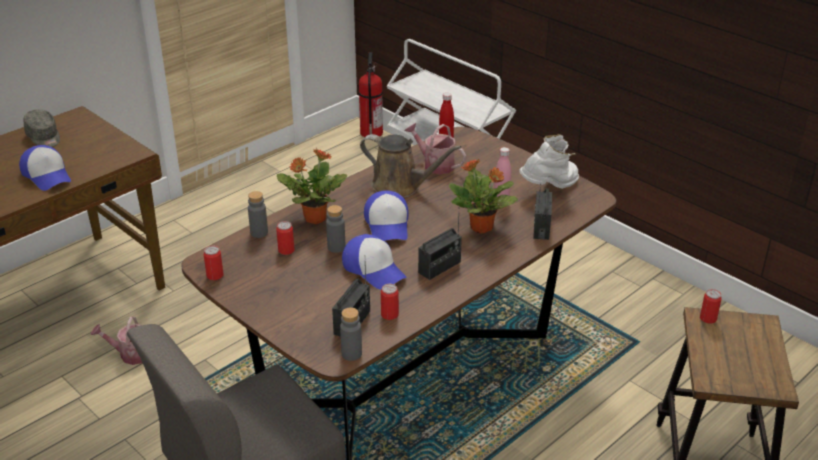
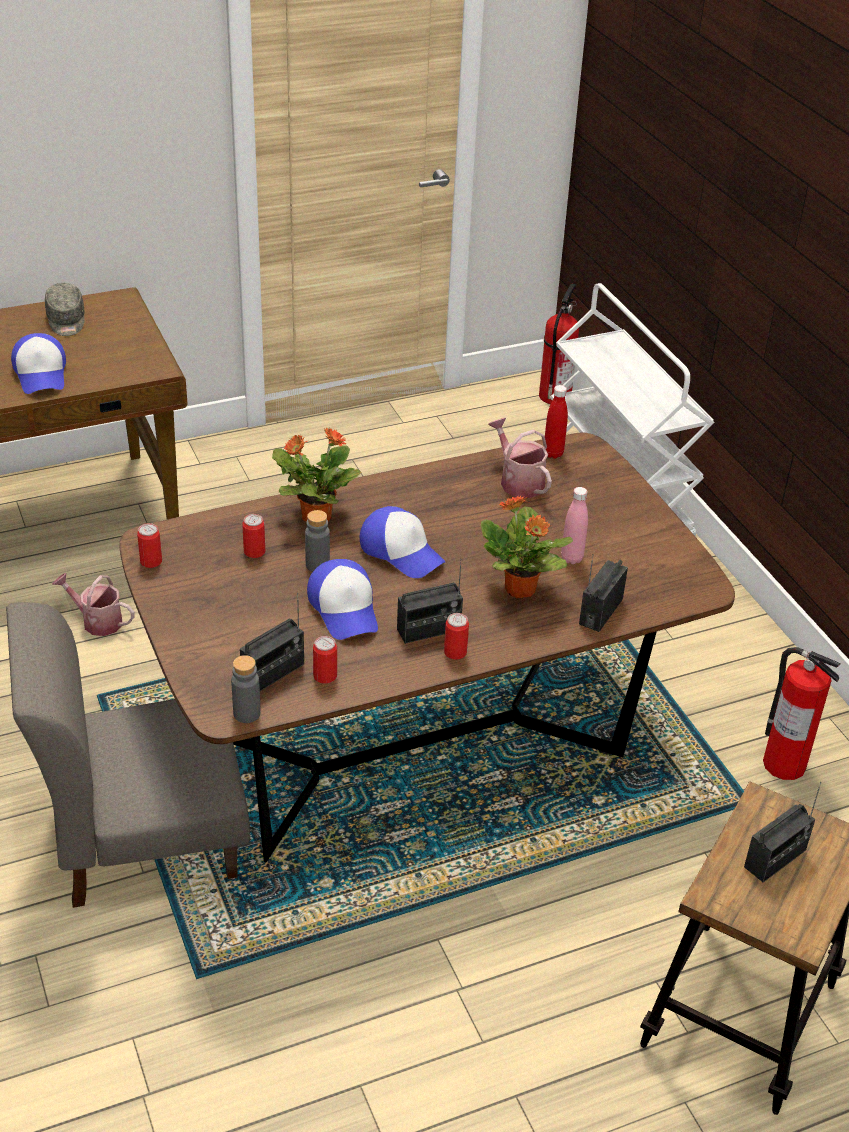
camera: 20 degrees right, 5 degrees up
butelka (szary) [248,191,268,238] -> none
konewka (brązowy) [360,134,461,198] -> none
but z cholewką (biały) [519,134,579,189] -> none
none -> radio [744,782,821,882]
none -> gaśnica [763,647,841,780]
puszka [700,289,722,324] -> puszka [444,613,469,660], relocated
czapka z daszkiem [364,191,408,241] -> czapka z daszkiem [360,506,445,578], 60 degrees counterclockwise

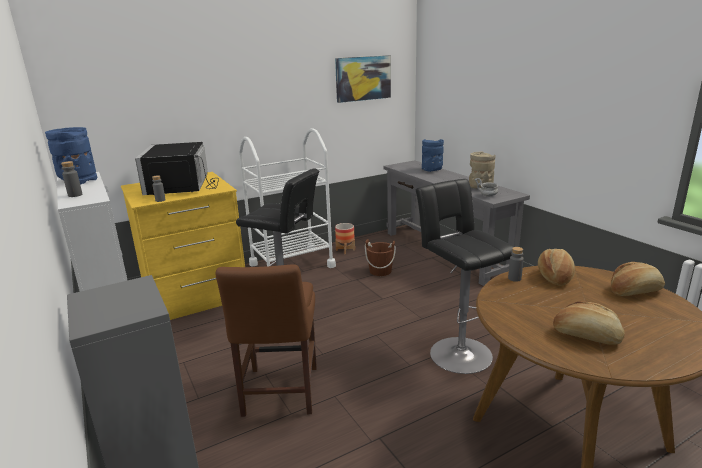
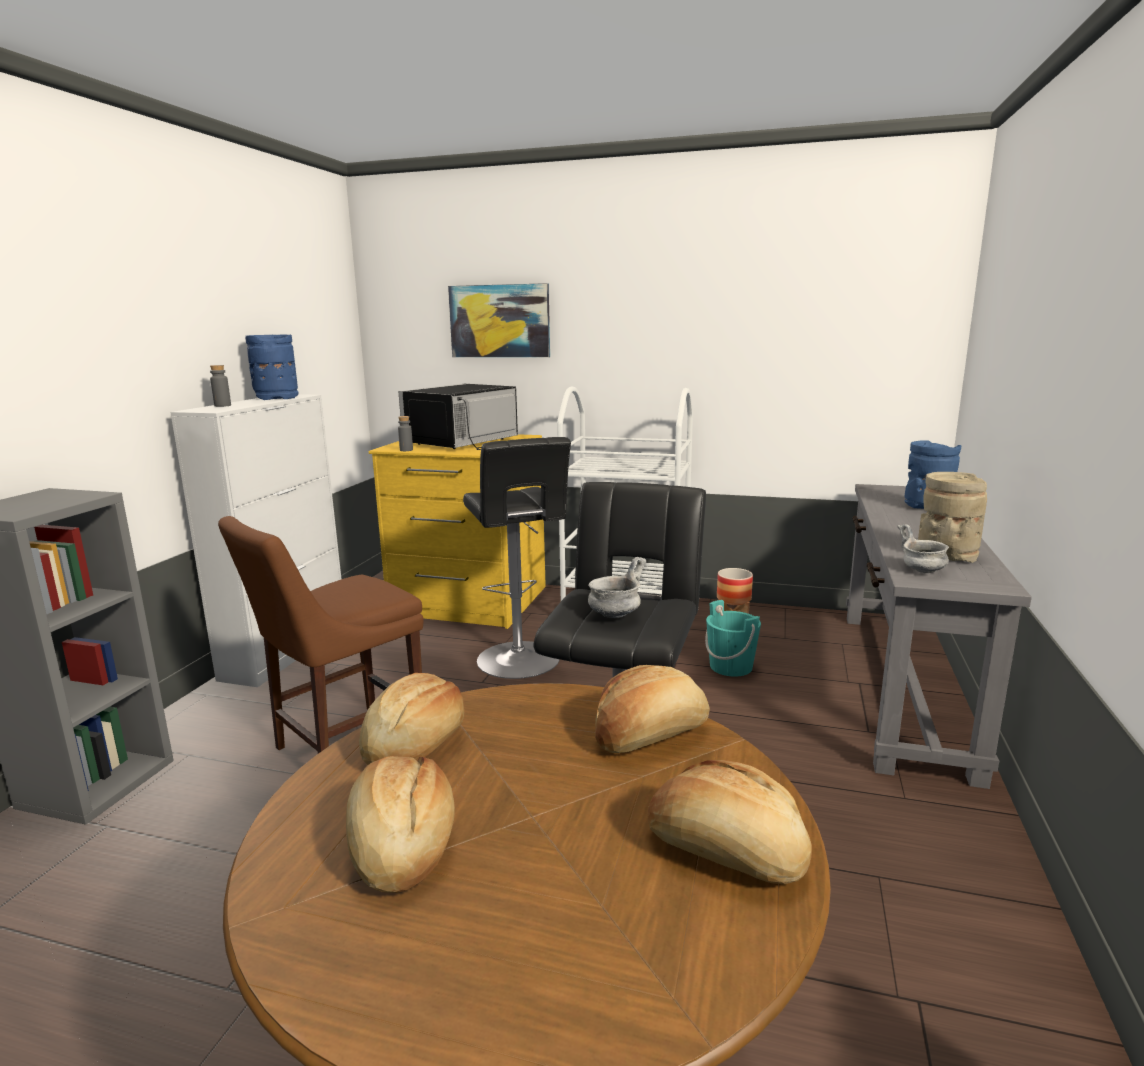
camera: 45 degrees right, 5 degrees down
butelka (szary) [508,247,524,282] -> none
none -> chleb [359,673,464,765]
none -> miska (szary) [588,557,646,618]
obraz [335,55,391,103] -> obraz [448,283,550,357], relocated
wiadro (brązowy) [365,239,396,276] -> wiadro (turkusowy) [705,600,761,677]

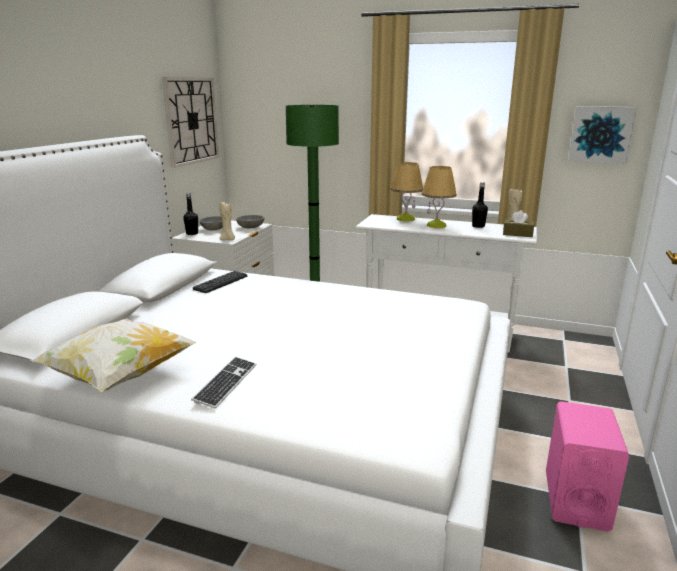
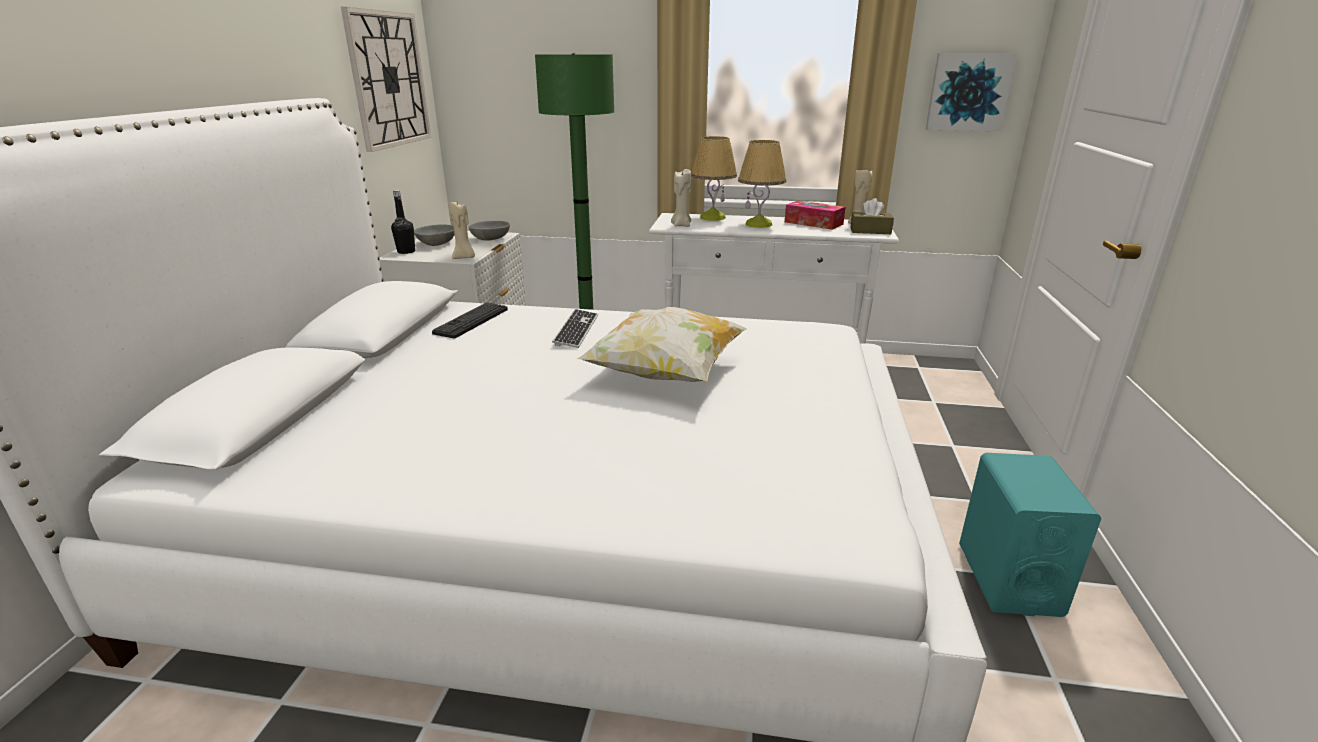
camera: 10 degrees left, 5 degrees up
none -> świeca (beżowy) [671,169,691,227]
poduszka [31,319,197,392] -> poduszka [577,307,747,382], relocated
klawiatura [191,357,256,408] -> klawiatura [552,309,598,348], relocated
butelka (czarny) [472,182,488,228] -> pudełko chusteczek [785,200,845,230]
głośnik (różowy) [546,401,629,532] -> głośnik (turkusowy) [959,453,1101,617]

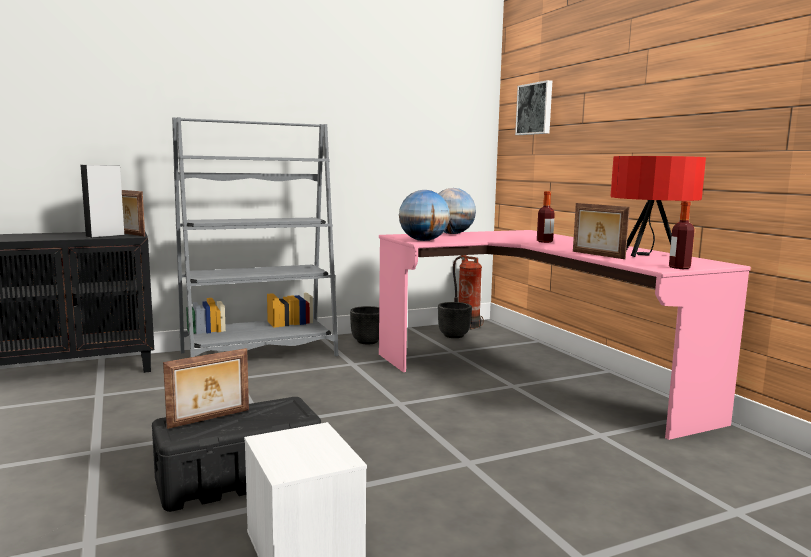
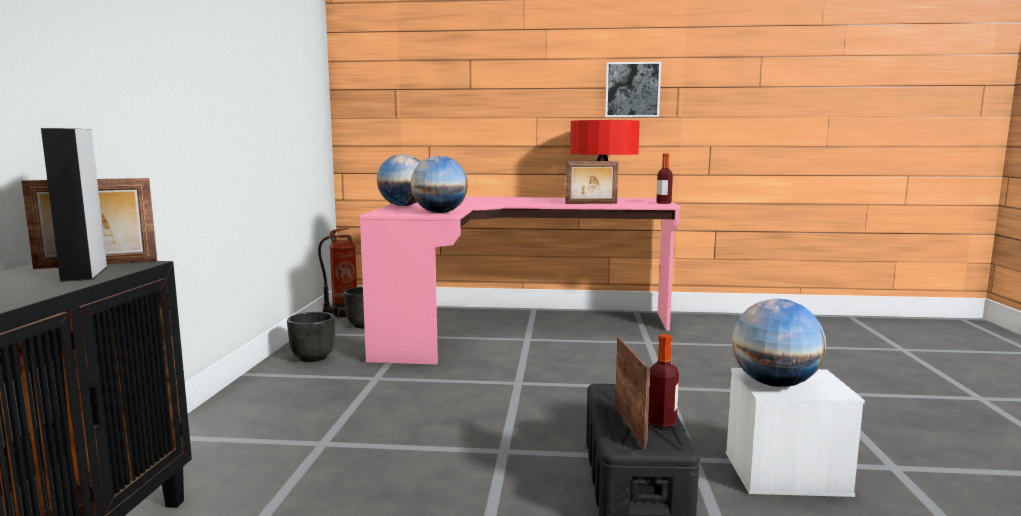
camera: 60 degrees left, 0 degrees up
regał (szary) [172,117,338,357] -> none
none -> globus [732,299,826,387]
obraz [515,80,552,135] -> obraz [605,62,661,117], relocated
butelka [537,191,555,243] -> butelka [648,334,679,428], relocated

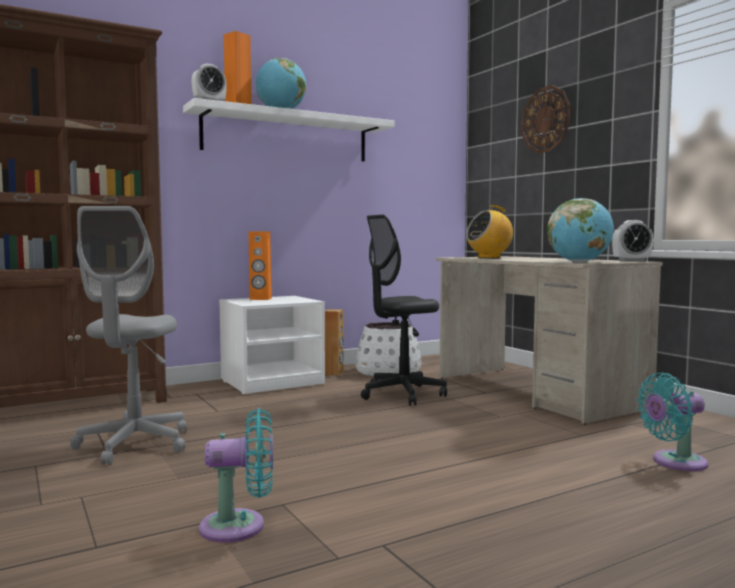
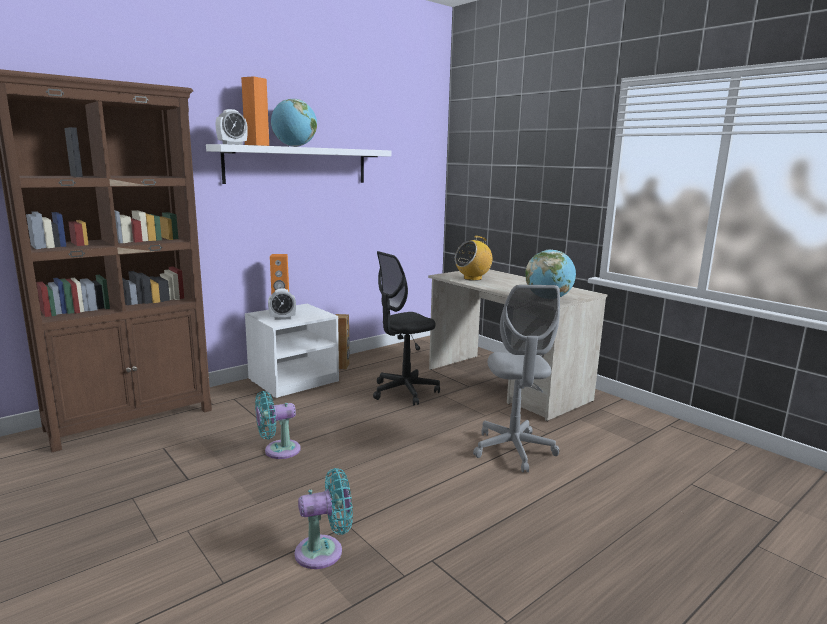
camera: 10 degrees left, 10 degrees up
donica (biały) [355,322,421,376] -> none
zegar ścienny [521,85,570,153] -> none
krzesło biurowe (szary) [70,206,187,465] -> krzesło biurowe (szary) [473,285,560,472], relocated
budzik [612,220,653,262] -> budzik [268,289,296,320], relocated
wentylator (turkusowy) [637,373,708,471] -> wentylator (turkusowy) [255,391,301,459], relocated

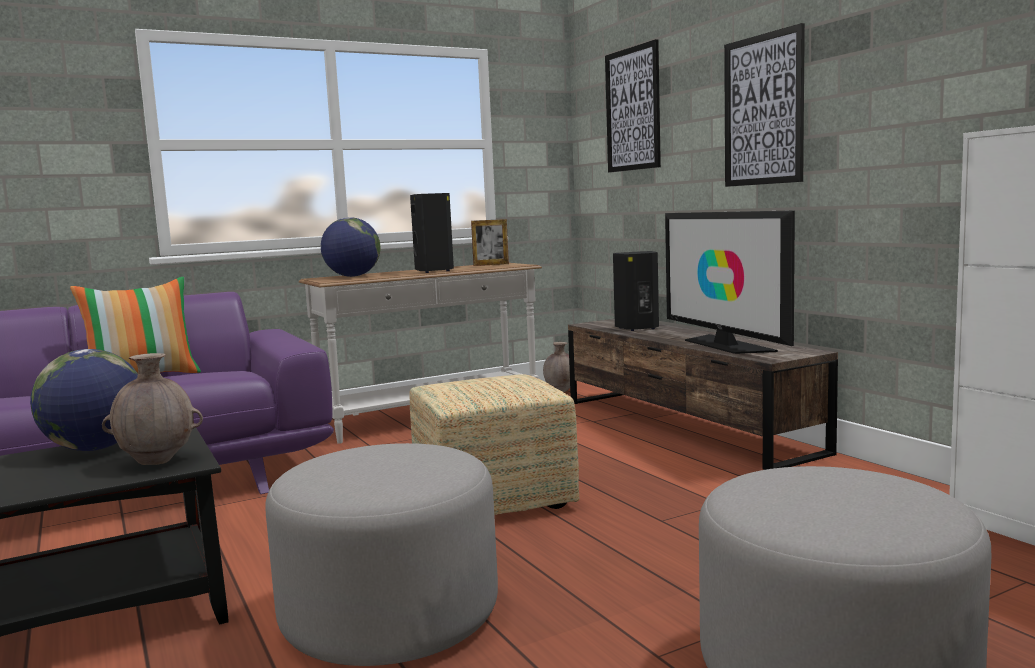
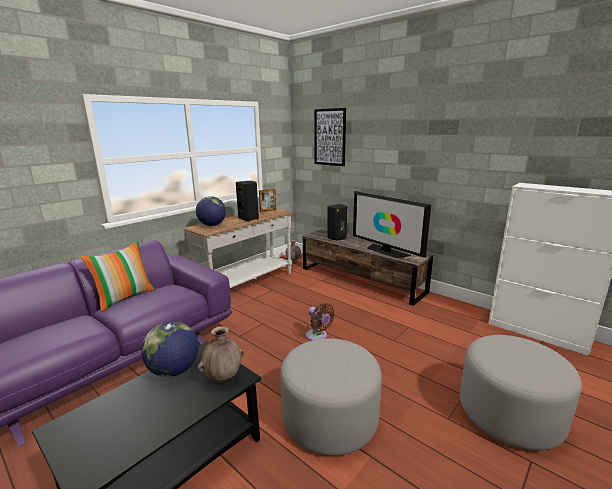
camera: 20 degrees left, 10 degrees up
obraz [724,23,805,187] -> none
pufa [410,374,579,515] -> wentylator (brązowy) [306,303,335,341]

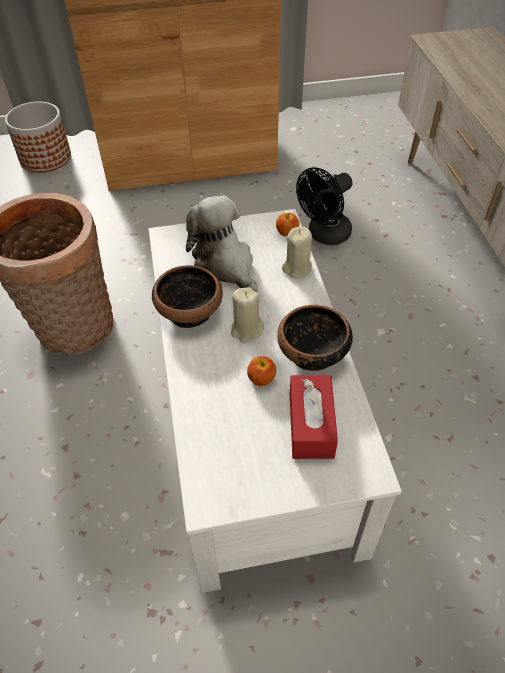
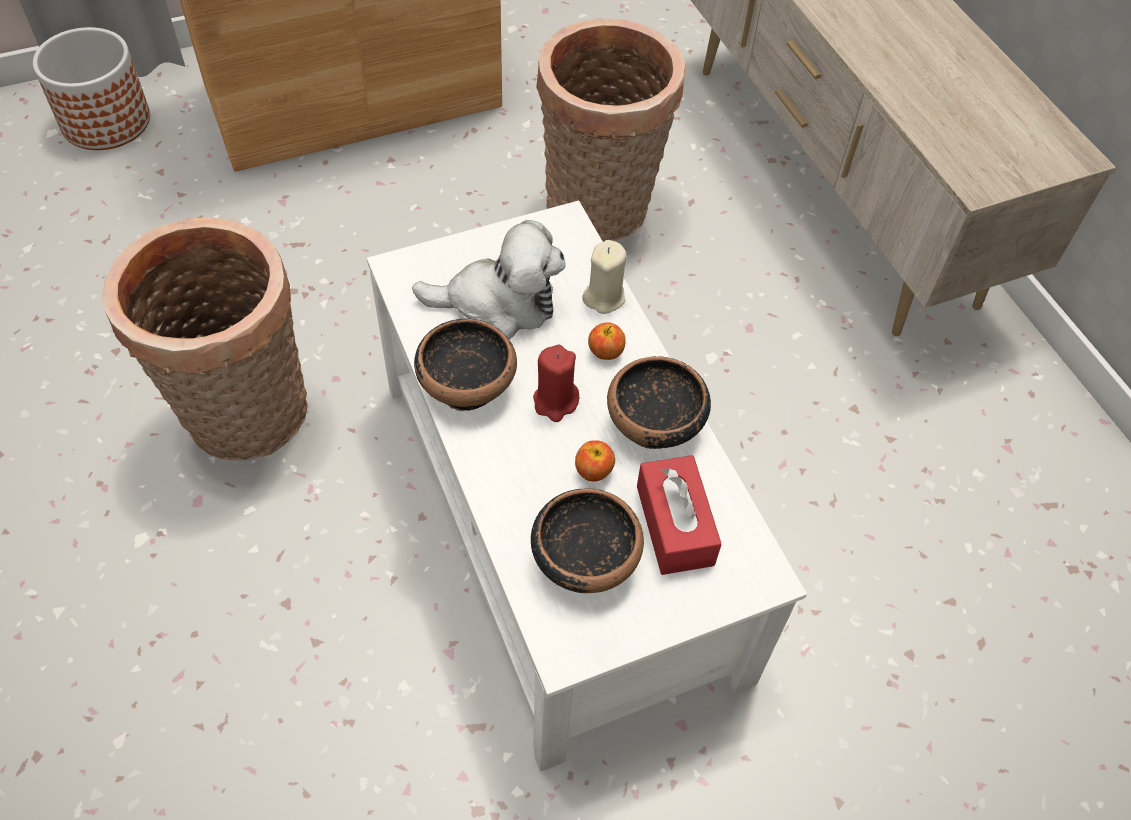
camera: 15 degrees left, 5 degrees up
none -> miska [531,488,644,593]
jabłko [276,213,299,237] -> jabłko [588,322,626,360], relocated
wentylator (czarny) [296,167,353,245] -> koszyk [536,18,685,242]
świeca (beżowy) [231,287,264,343] -> świeca (czerwony) [533,344,579,422]
pluszak [186,196,258,292] -> pluszak [412,220,566,339], 135 degrees clockwise

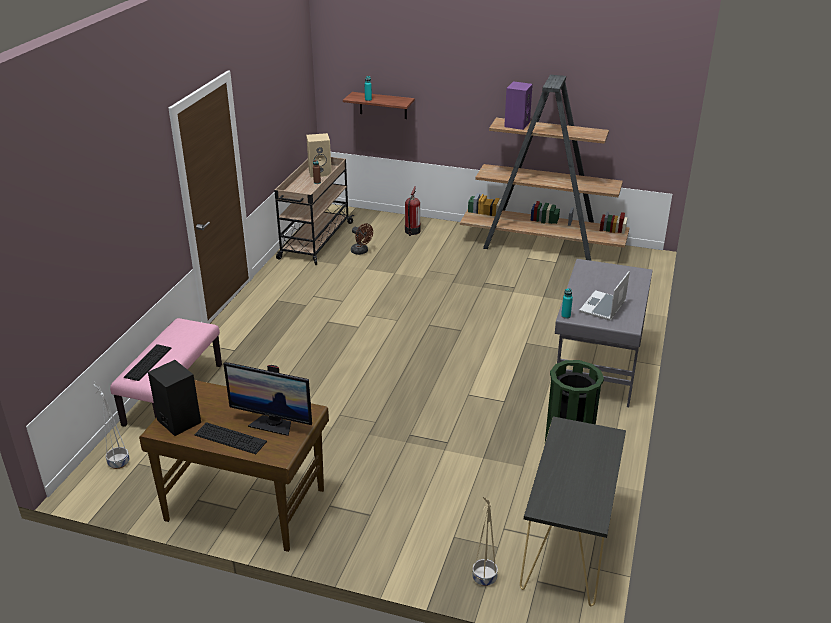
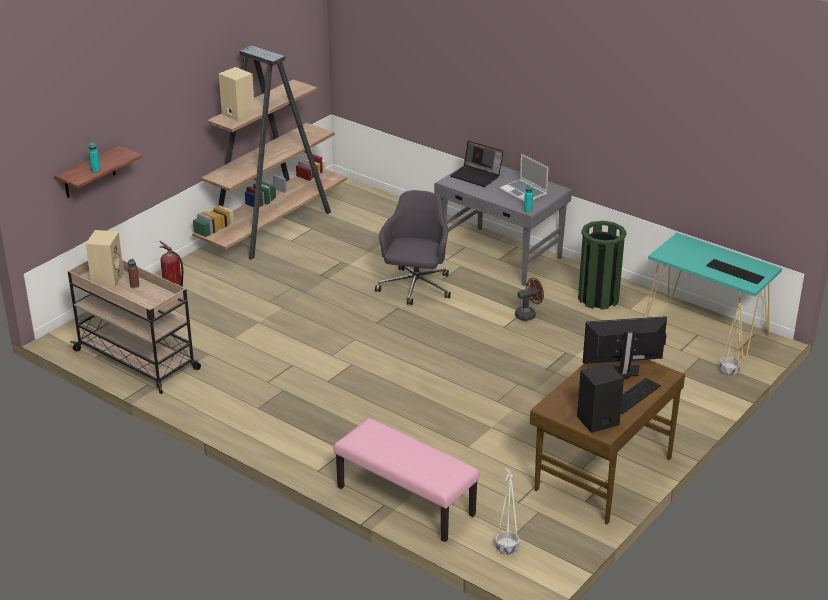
camera: 70 degrees left, 0 degrees up
none -> krzesło biurowe (szary) [375,190,451,305]
none -> laptop [450,141,503,187]
klawiatura [124,344,171,381] -> klawiatura [706,259,765,284], relocated
wentylator (brązowy) [351,223,373,255] -> wentylator (brązowy) [515,278,544,321], relocated
głośnik (fioletowy) [504,81,533,130] -> głośnik (beżowy) [219,67,255,122]
stolik konsolowy (czarny) [520,416,626,606] -> stolik konsolowy (turkusowy) [645,233,782,358]
monitor [223,362,312,436] -> monitor [583,316,667,379], 135 degrees counterclockwise

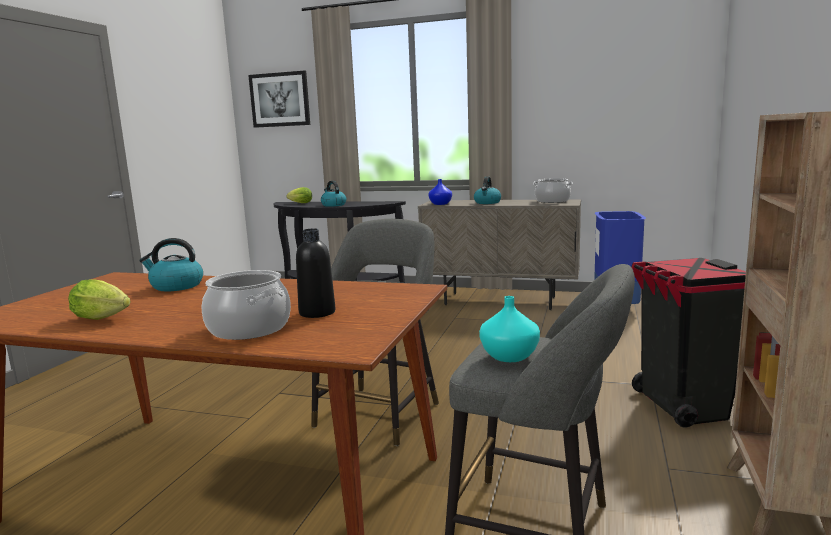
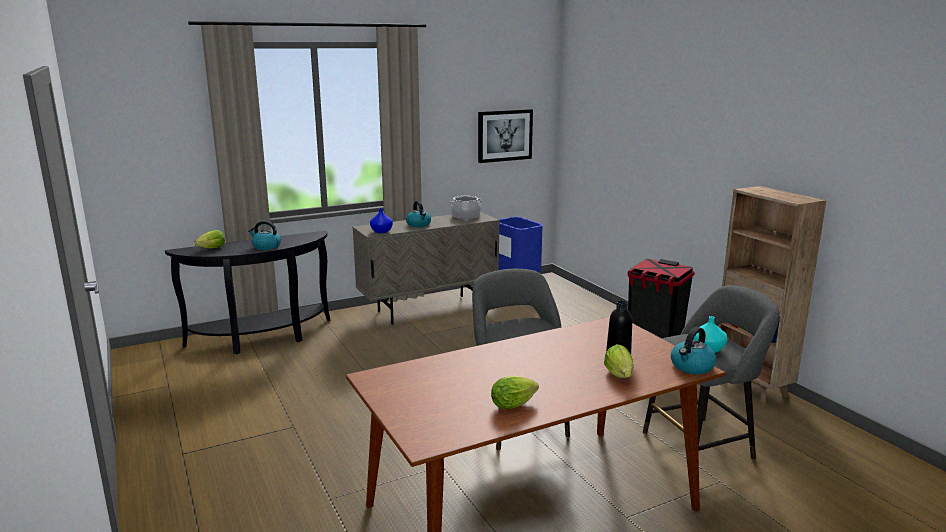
camera: 45 degrees left, 5 degrees up
czajnik [139,238,203,291] -> czajnik [671,327,716,374], relocated
obraz [248,71,310,128] -> obraz [478,109,533,163], relocated
garnek [202,270,291,340] -> sałata [604,344,634,378]

